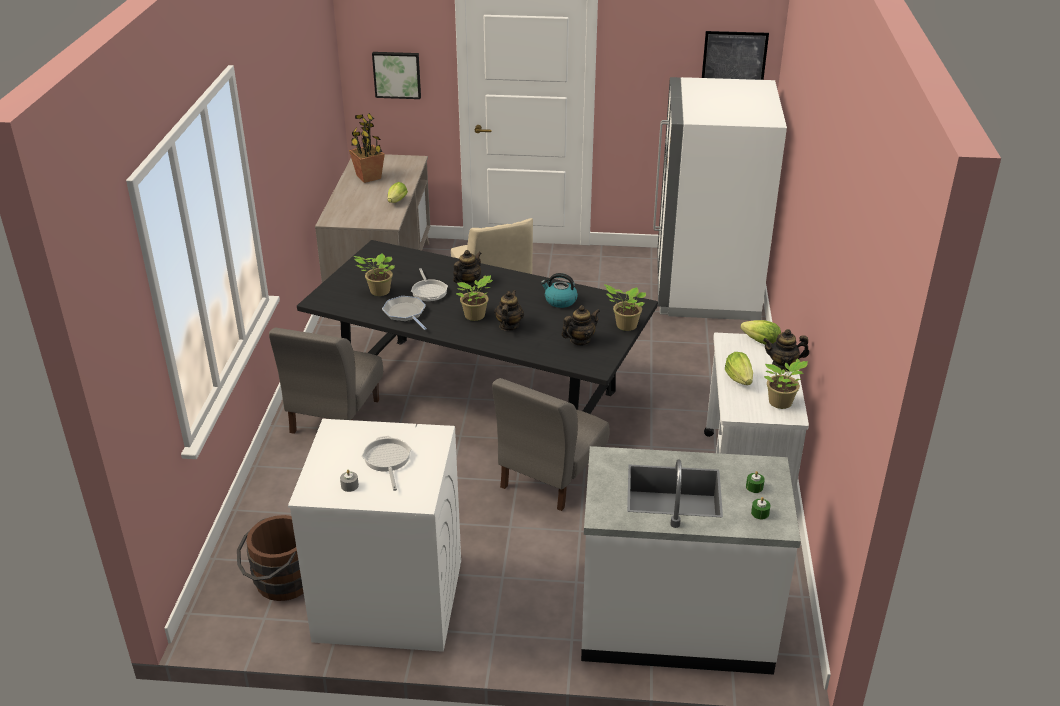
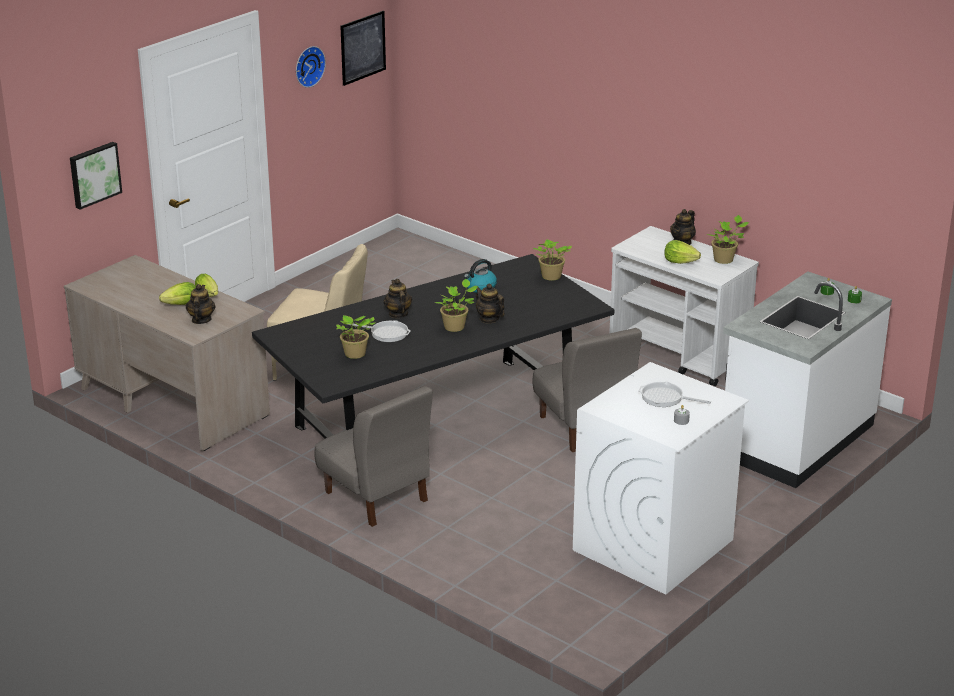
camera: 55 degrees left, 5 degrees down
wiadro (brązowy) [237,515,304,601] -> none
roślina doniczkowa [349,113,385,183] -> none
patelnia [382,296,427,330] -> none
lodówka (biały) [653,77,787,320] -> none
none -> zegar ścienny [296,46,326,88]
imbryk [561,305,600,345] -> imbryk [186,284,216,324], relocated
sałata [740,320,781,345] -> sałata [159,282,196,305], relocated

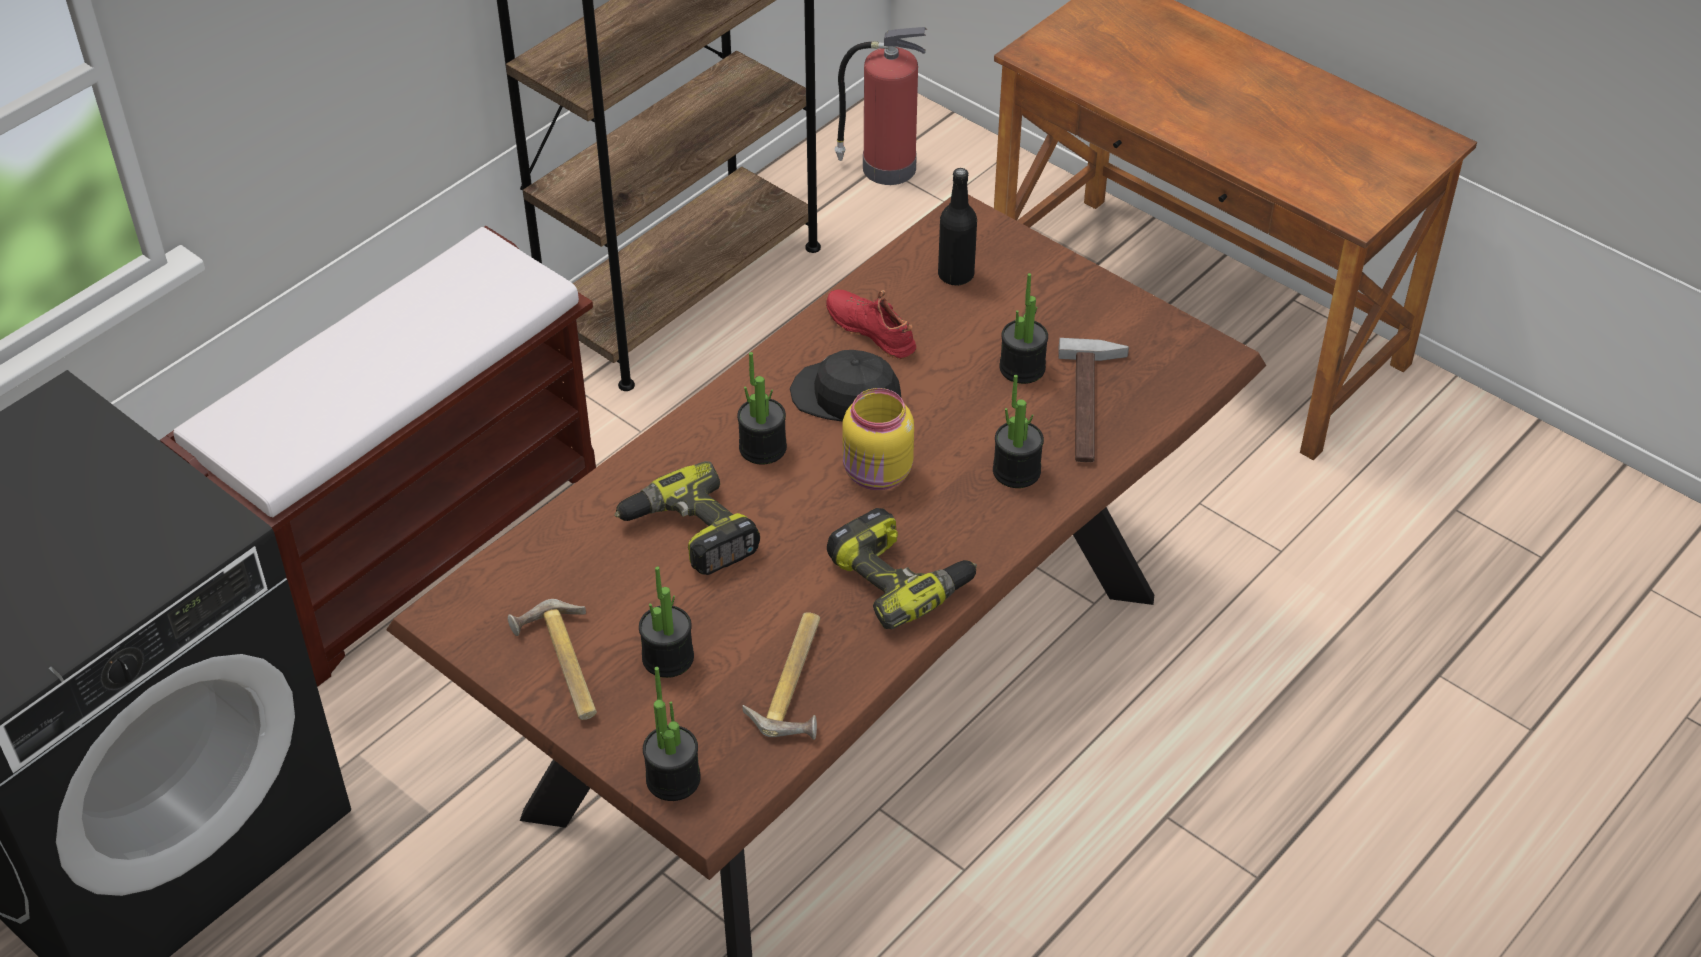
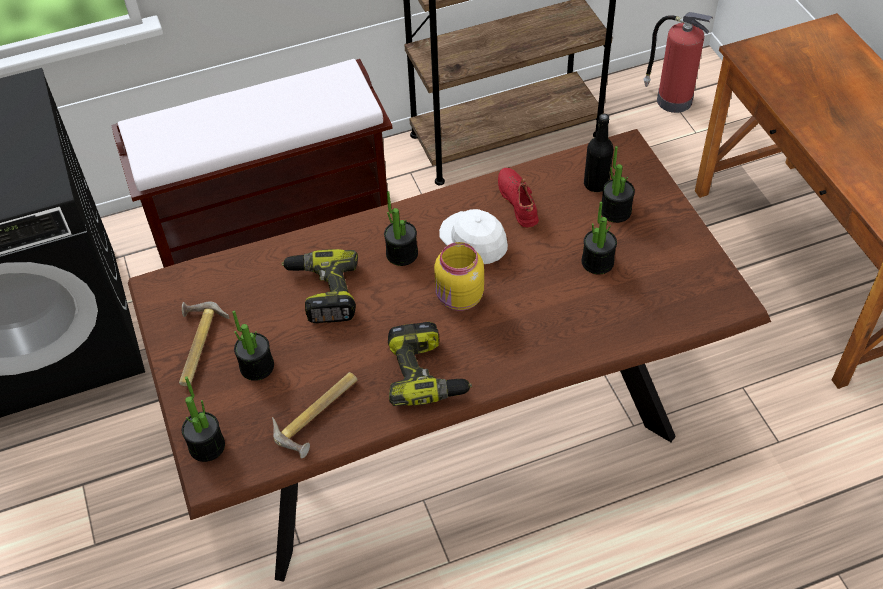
camera: 30 degrees right, 5 degrees up
młotek [1058,338,1129,462] -> none
roślina doniczkowa [993,375,1044,488] -> roślina doniczkowa [601,146,635,223], relocated
czapka z daszkiem (czarny) [790,350,901,422] -> czapka z daszkiem (biały) [439,209,508,264]

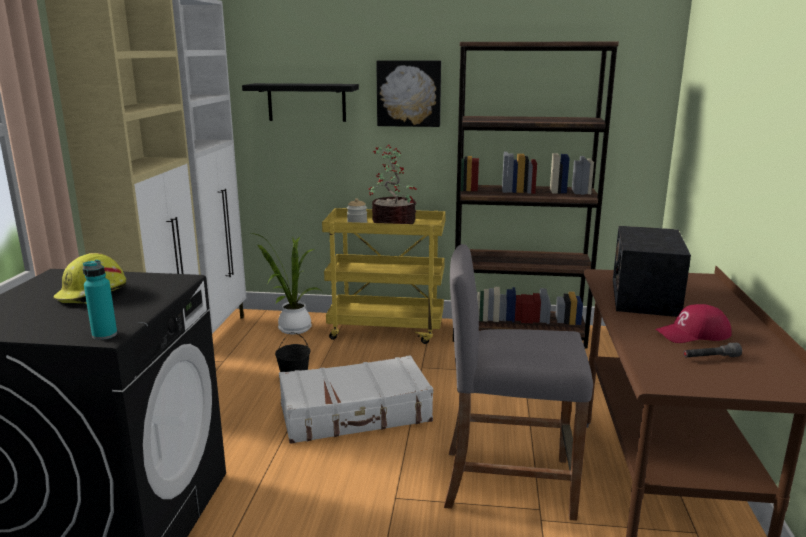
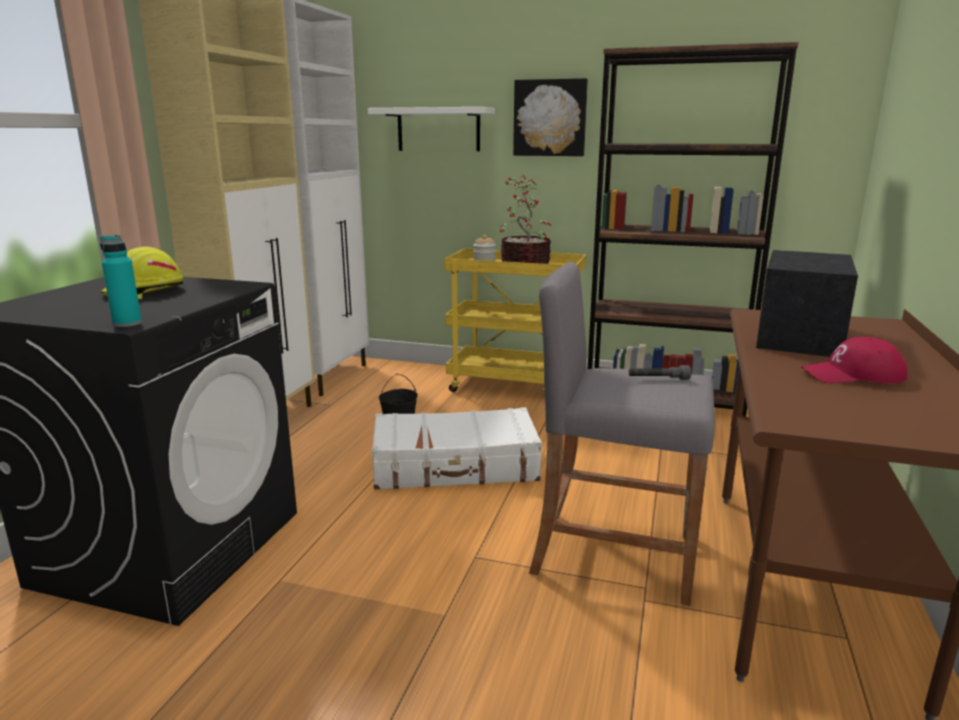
camera: 10 degrees right, 0 degrees up
roślina doniczkowa [251,233,320,334] -> none
latarka (szary) [683,343,742,357] -> latarka (szary) [629,365,691,380], relocated
półka (czarny) [242,83,359,122] -> półka (biały) [368,107,495,151]

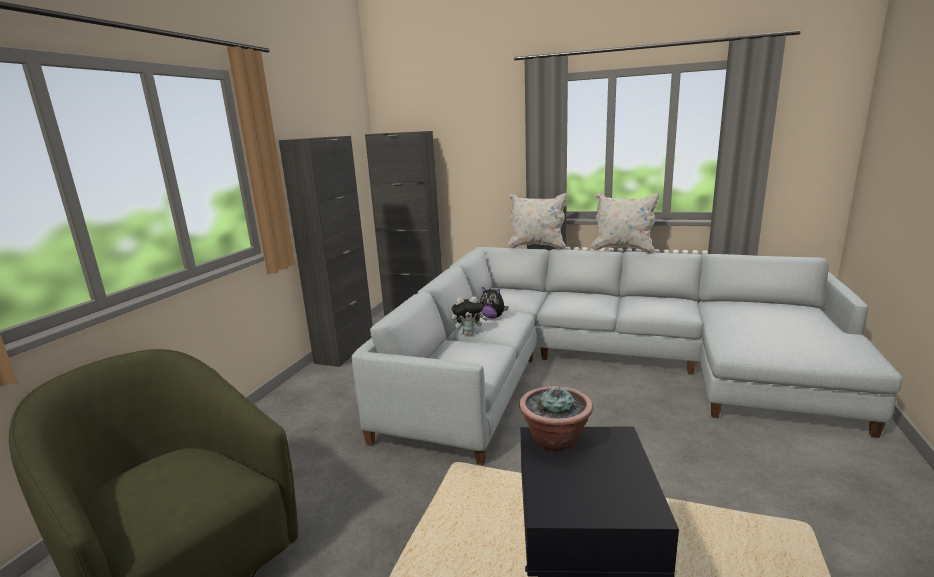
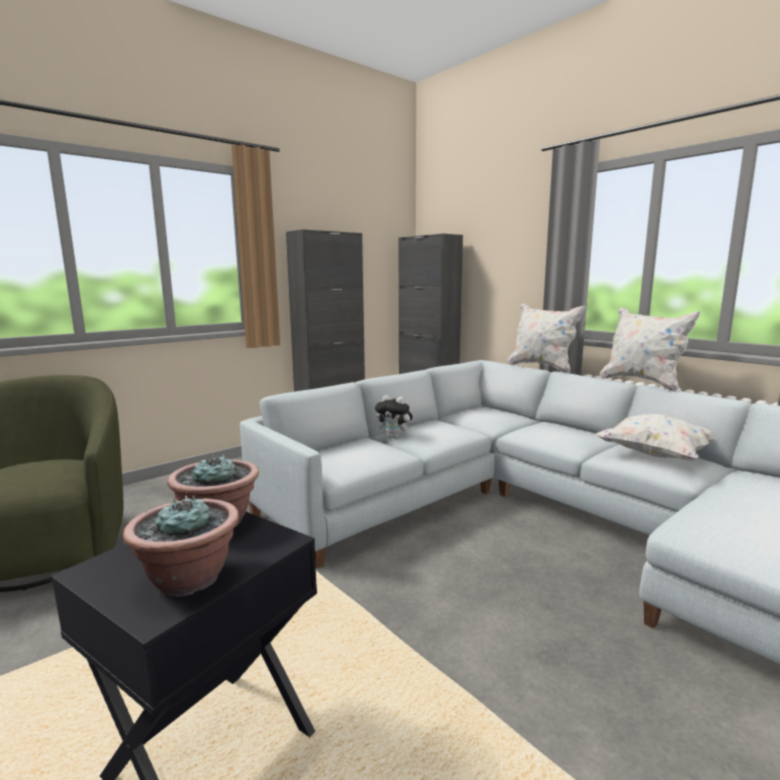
camera: 30 degrees right, 5 degrees down
pluszak [480,287,509,319] -> none
none -> roślina doniczkowa [123,495,239,597]
none -> poduszka (biały) [595,414,716,461]

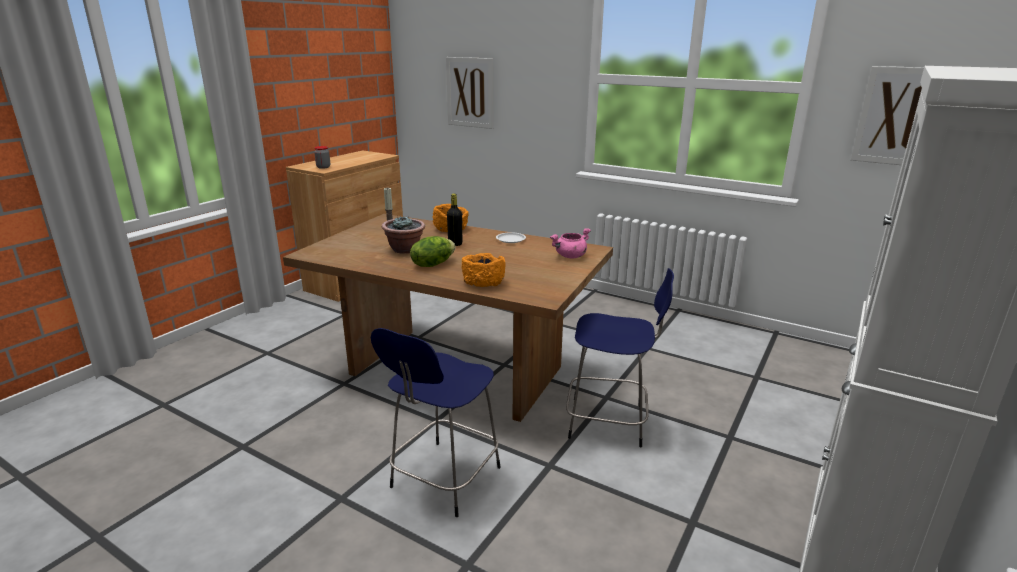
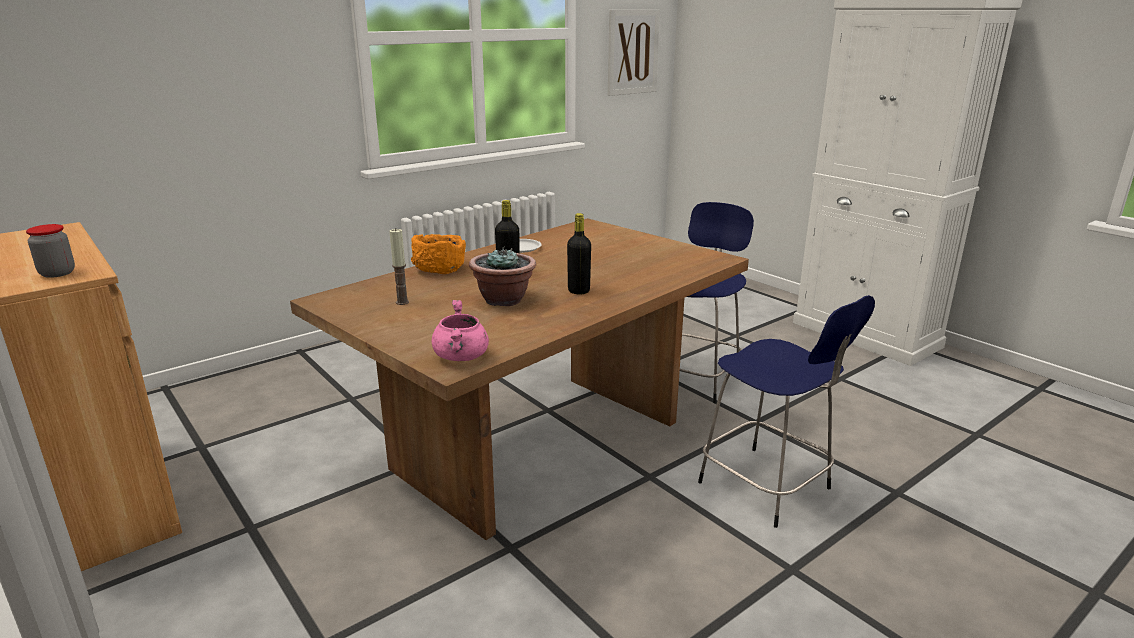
camera: 70 degrees left, 0 degrees up
obraz [446,57,493,129] -> none
miska (pomarańczowy) [462,253,505,287] -> none
garnek (różowy) [550,228,591,258] -> garnek (różowy) [432,300,489,361], relocated
sałata [410,236,455,267] -> butelka (czarny) [567,213,591,294]

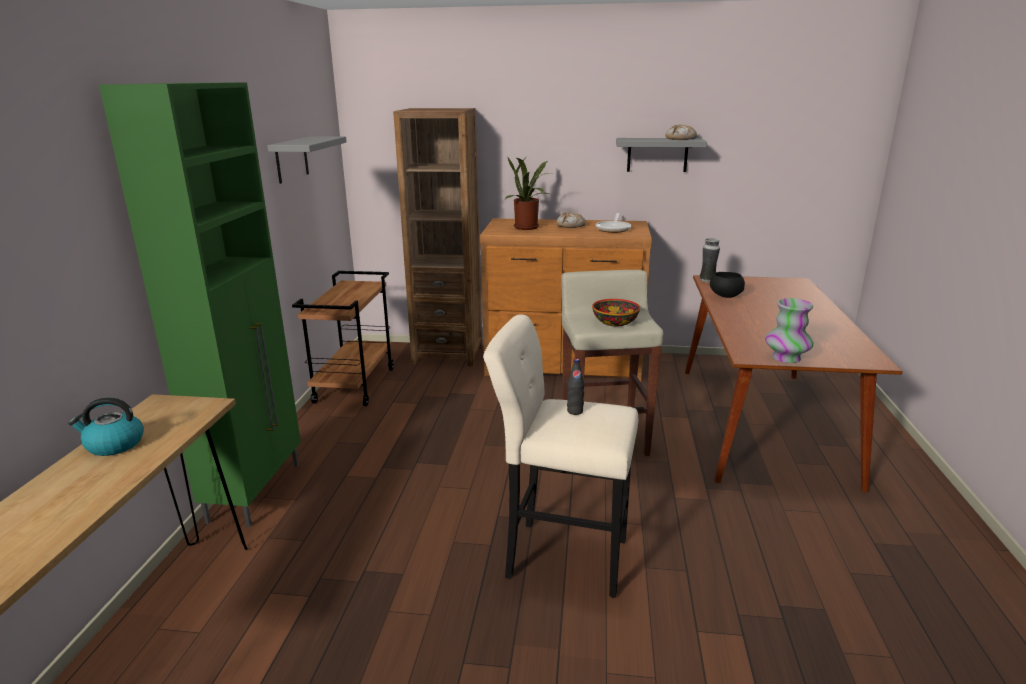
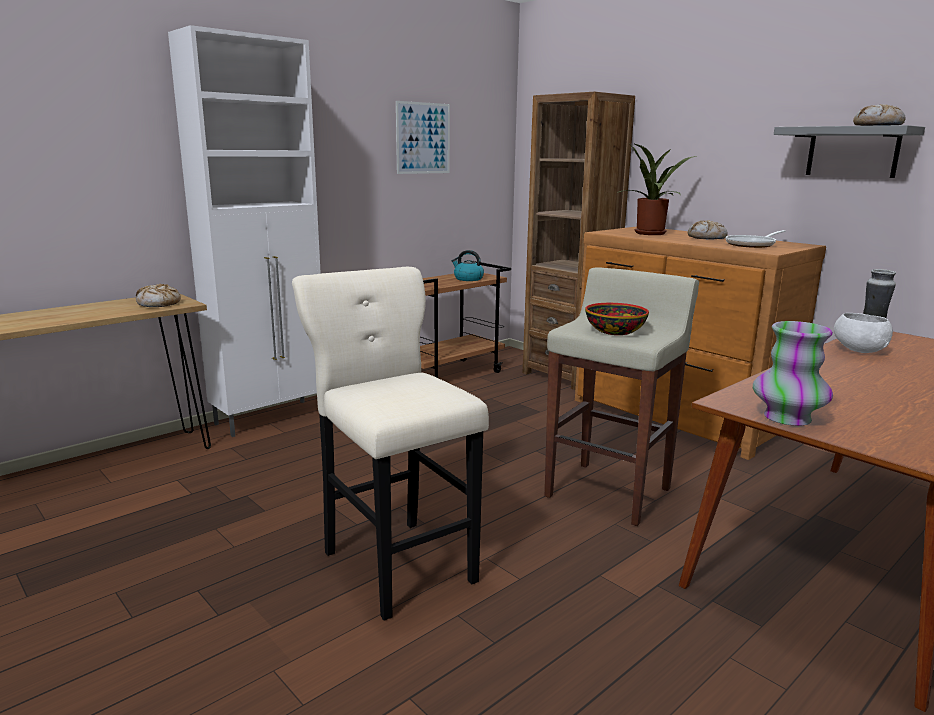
camera: 40 degrees right, 5 degrees down
butelka (czarny) [567,359,584,415] -> none
none -> chleb [136,284,181,307]
czajnik [68,398,144,456] -> czajnik [451,250,484,281], relocated
półka (szary) [267,136,347,184] -> obraz [396,101,450,174]
szafka (zielony) [99,82,301,527] -> szafka (biały) [168,25,321,437]
miska (czarny) [710,272,745,298] -> miska (biały) [834,313,893,353]

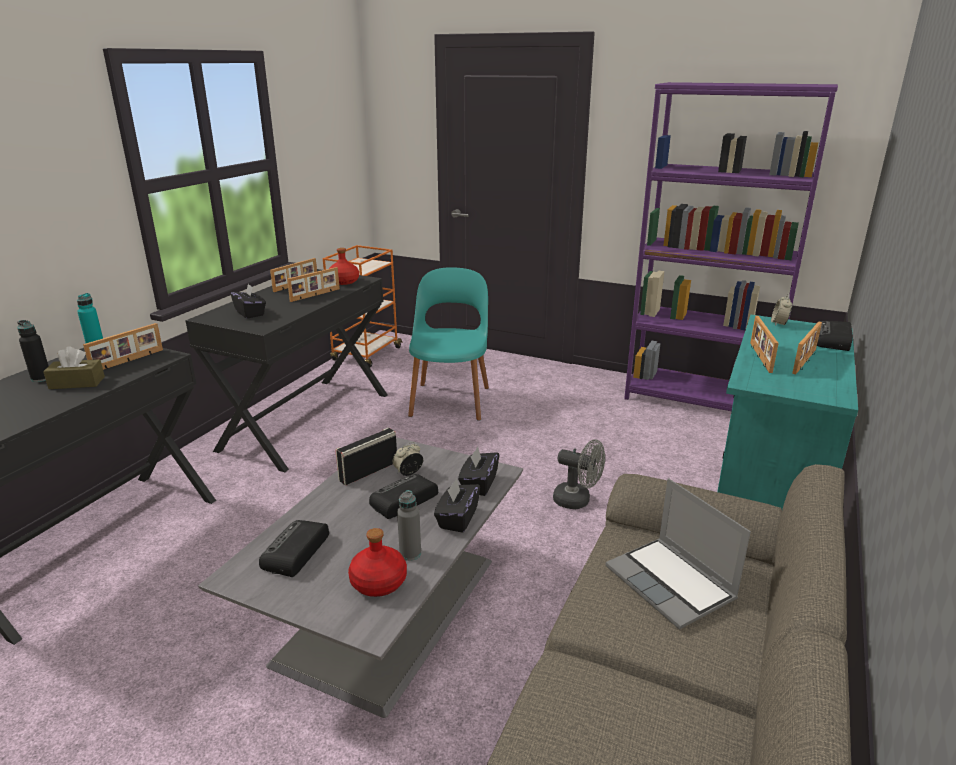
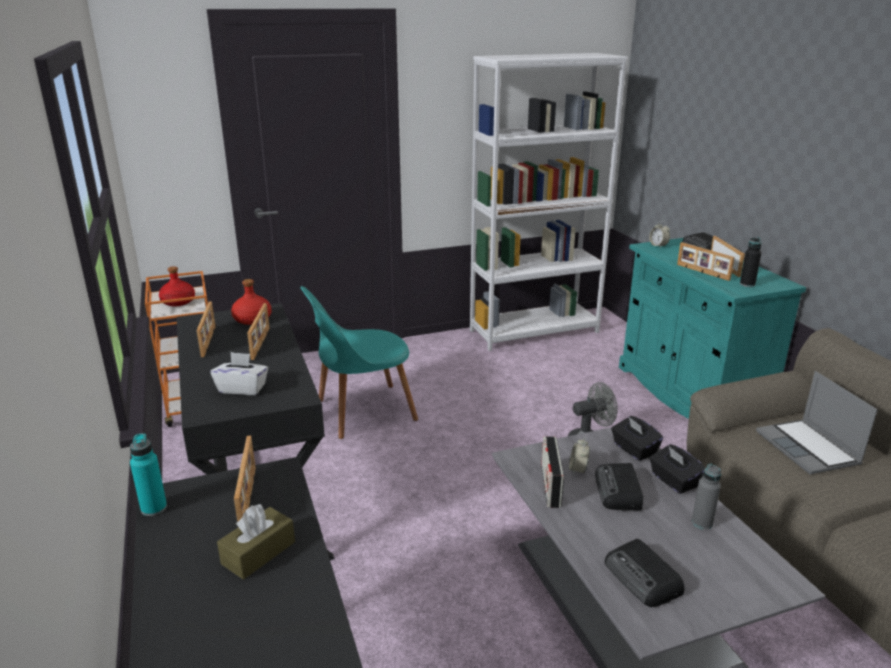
camera: 45 degrees left, 0 degrees up
butelka (czarny) [17,320,48,382] -> butelka (czarny) [740,238,762,287], relocated
butelka (czerwony) [348,528,407,597] -> butelka (czerwony) [159,266,195,307], relocated
pudełko chusteczek (czarny) [231,284,266,319] -> pudełko chusteczek (biały) [211,352,268,395]
regał (fioletowy) [624,82,838,411] -> regał (biały) [470,53,628,351]
krzesło (turkusowy) [408,267,489,421] -> krzesło (turkusowy) [300,286,418,439], 75 degrees counterclockwise
laptop [606,478,751,630] -> laptop [756,371,878,474], 60 degrees clockwise

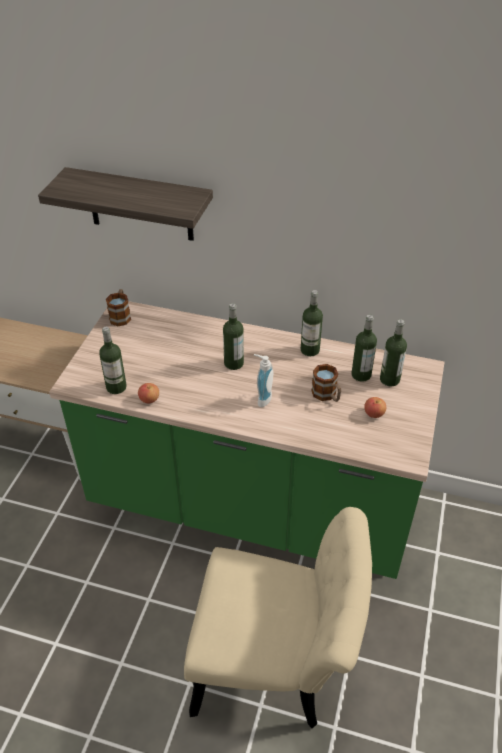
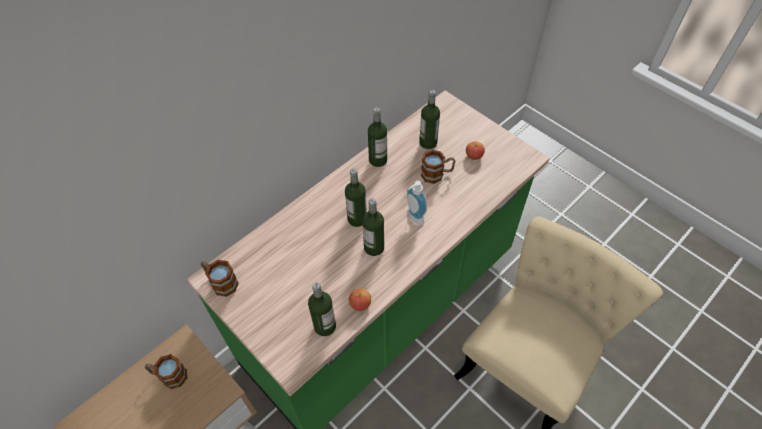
camera: 60 degrees left, 10 degrees up
półka [38,167,213,241] -> none
none -> kubek [145,354,187,389]
butelka [380,319,407,387] -> butelka [362,199,384,256], relocated

